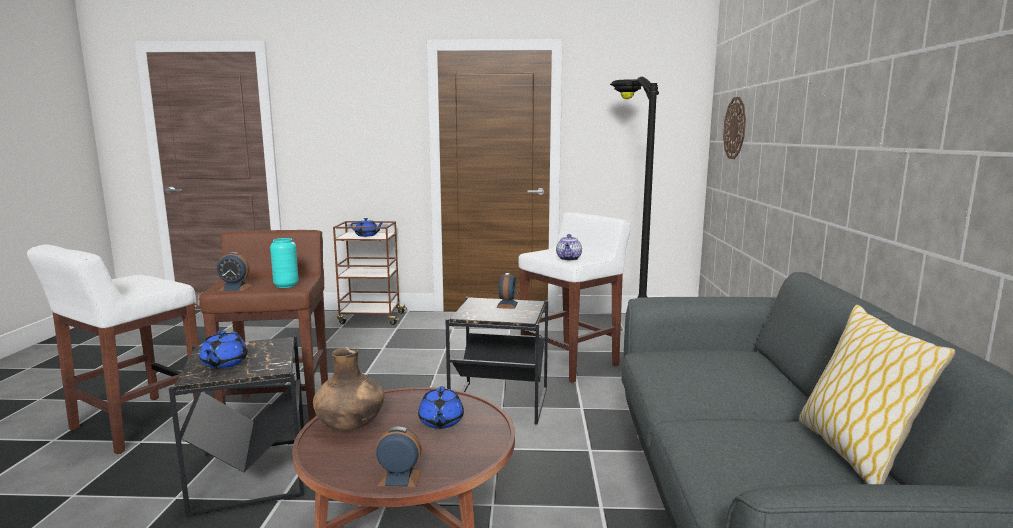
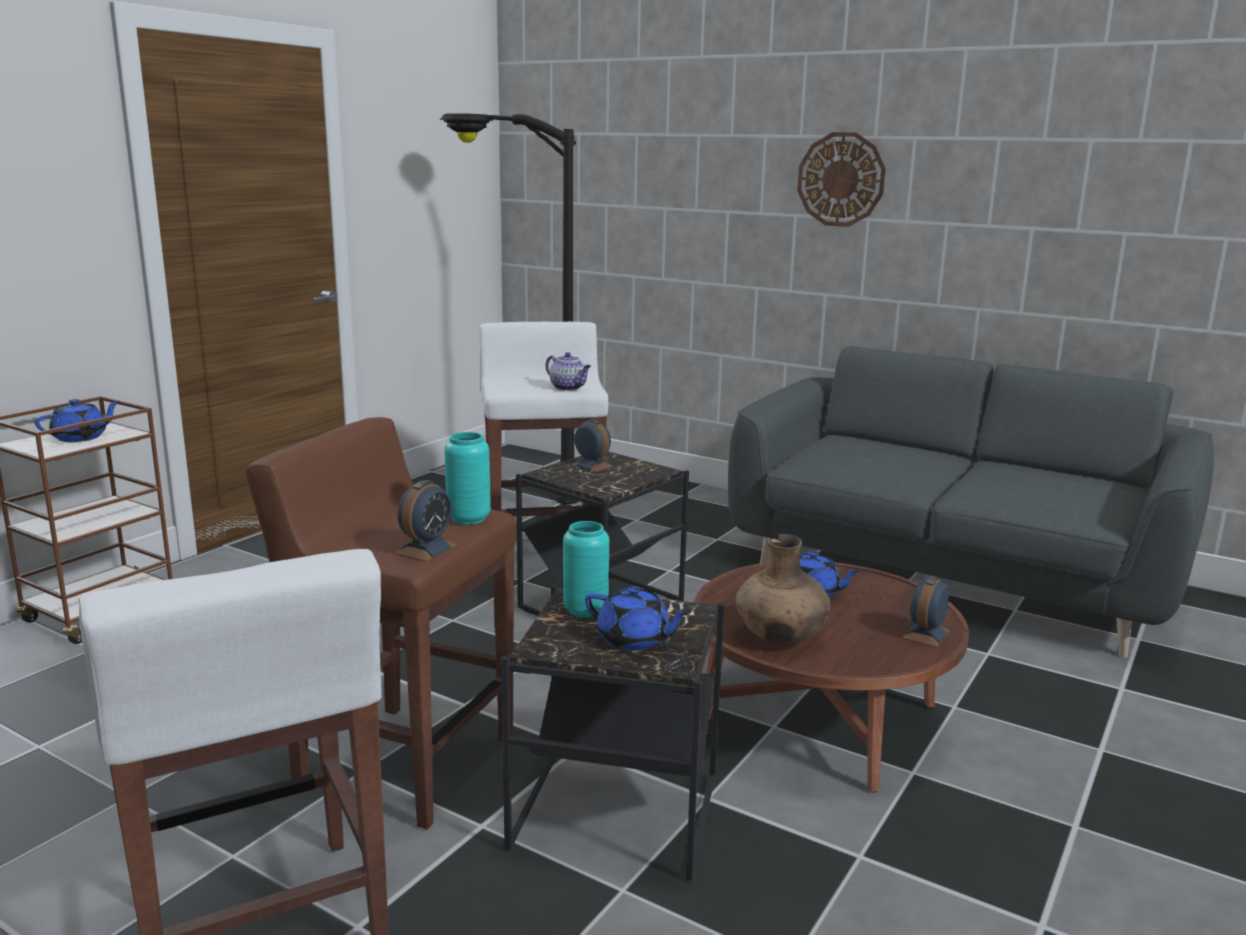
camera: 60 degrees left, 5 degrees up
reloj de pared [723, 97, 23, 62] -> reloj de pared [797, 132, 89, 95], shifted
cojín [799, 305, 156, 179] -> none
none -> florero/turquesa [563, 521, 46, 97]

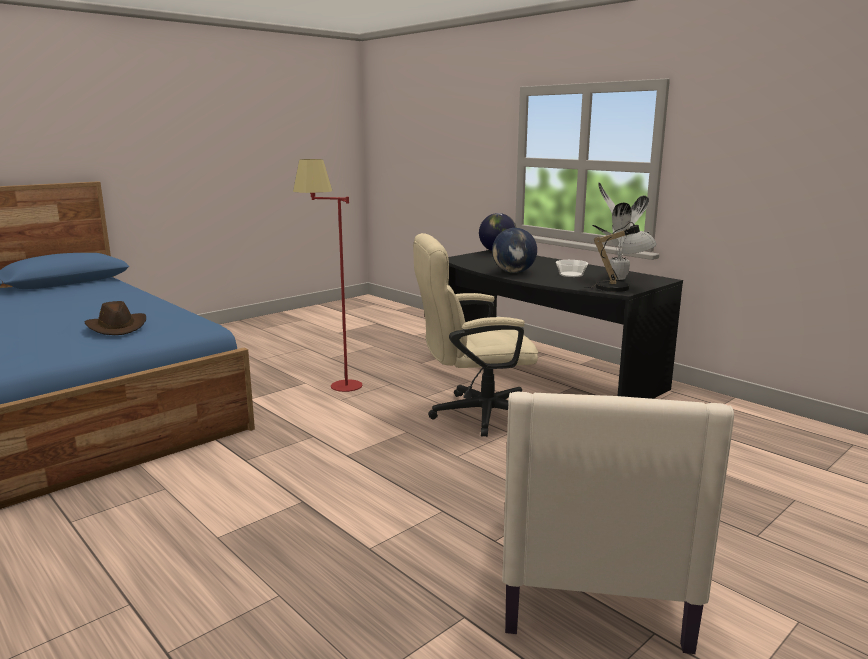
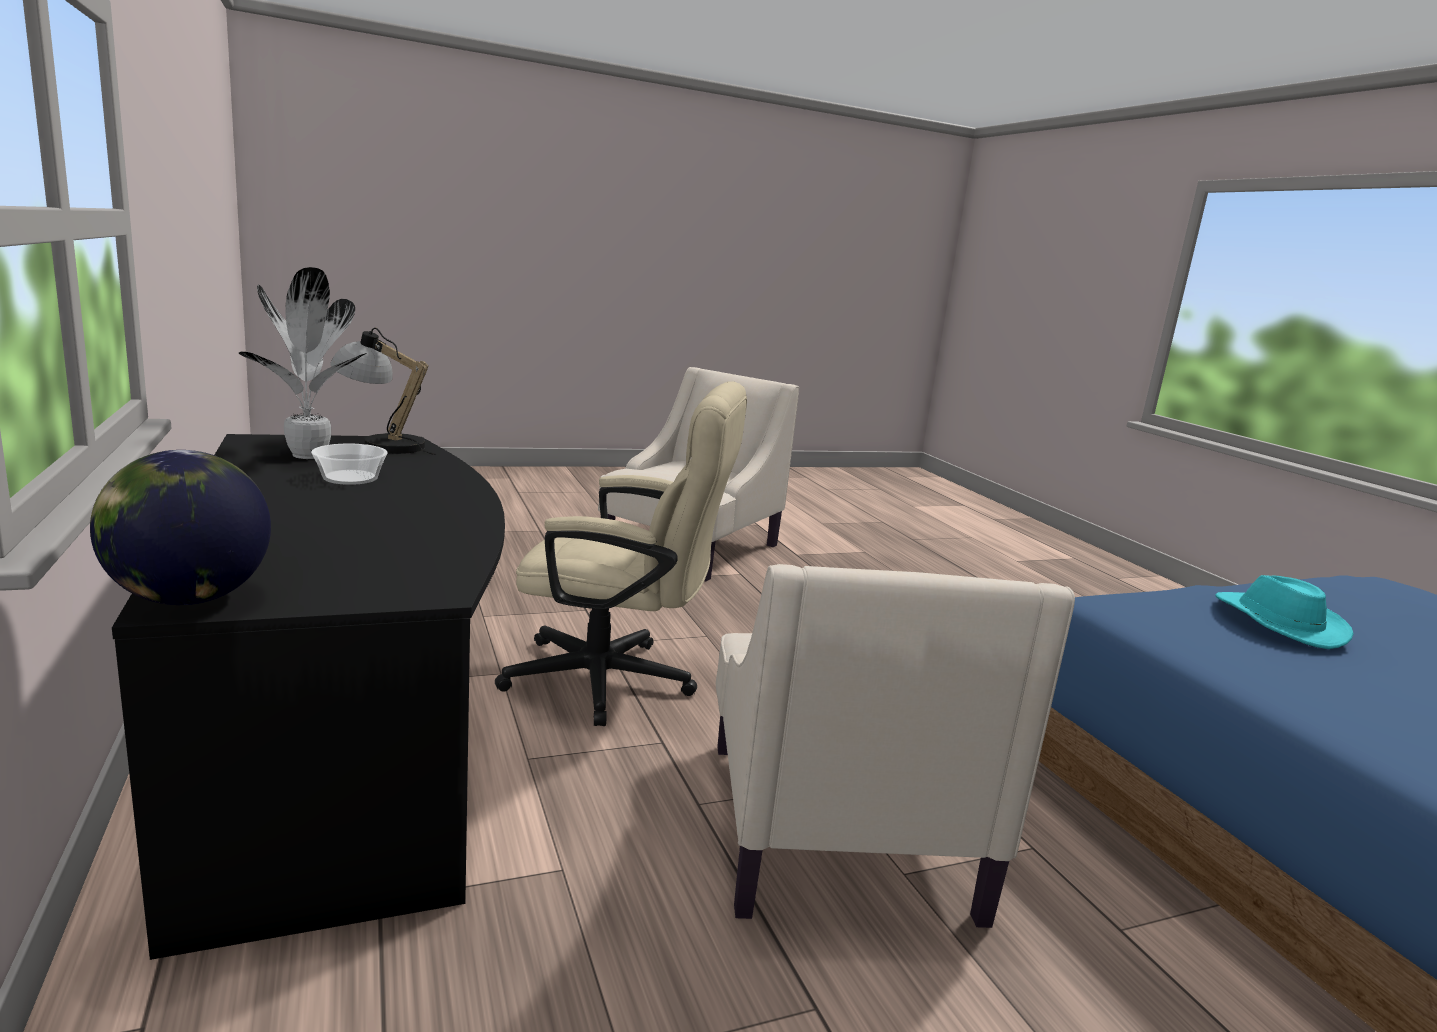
camera: 160 degrees left, 0 degrees up
sombrero/marrón [85, 301, 61, 34] -> sombrero/turquesa [1215, 575, 139, 74]
lámpara de pie/rojo [293, 159, 70, 233] -> sillón/beis [716, 564, 359, 364]
globo terráqueo [492, 228, 45, 45] -> none

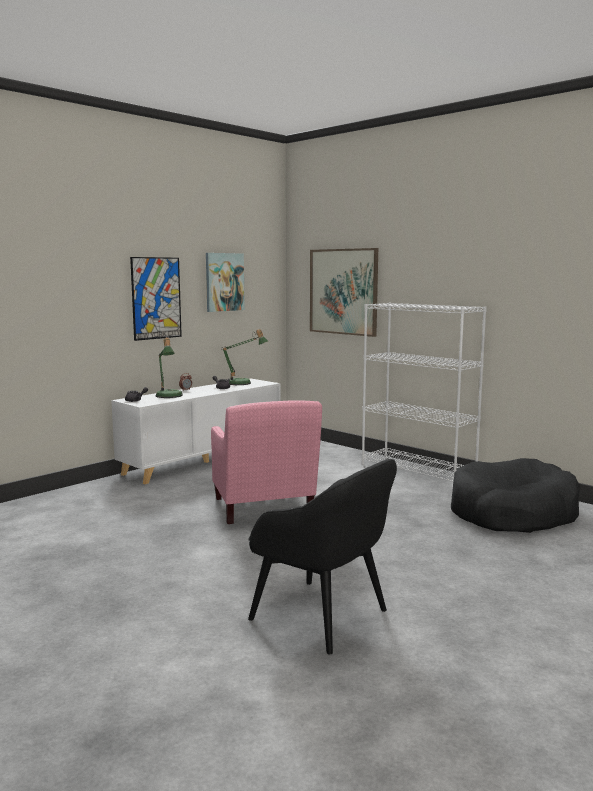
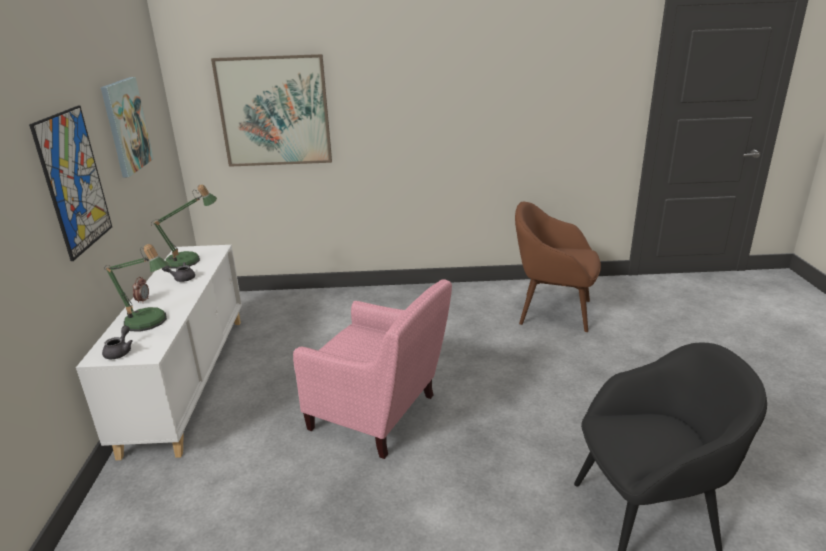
camera: 45 degrees left, 15 degrees up
estantería/blanco [362, 303, 125, 178] -> none
cama para perro/negro [451, 458, 129, 75] -> sillón/marrón [515, 201, 86, 131]

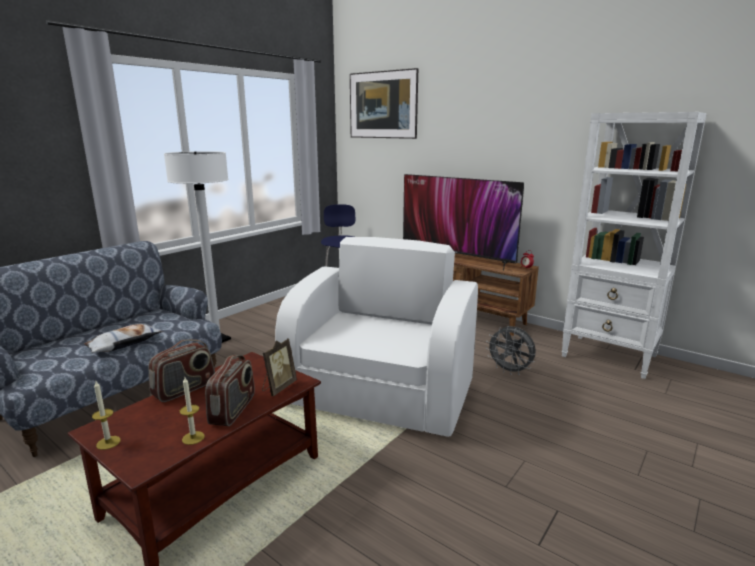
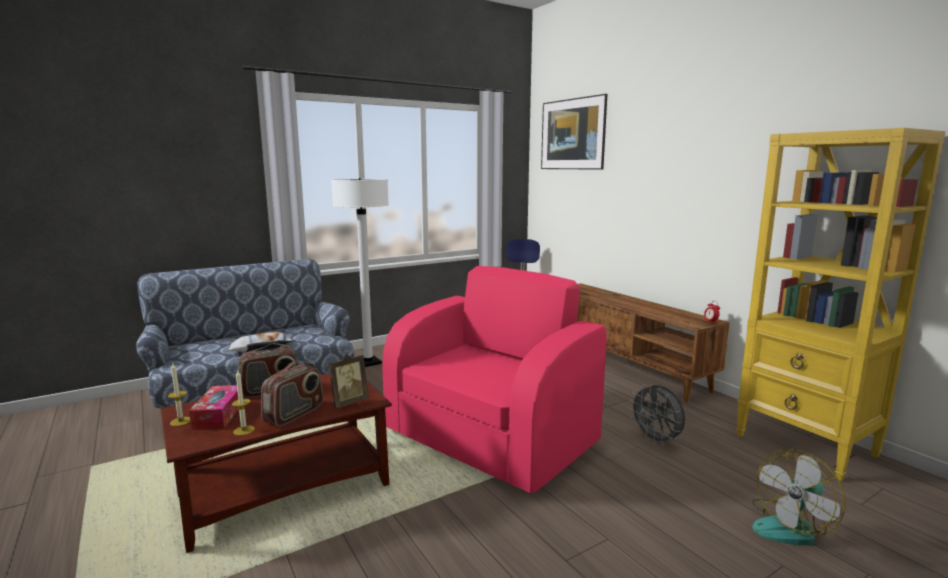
camera: 20 degrees right, 5 degrees down
sillón/blanco [275, 237, 203, 200] -> sillón/rosa [382, 266, 224, 227]
televisor [403, 174, 121, 97] -> none
estantería/blanco [561, 112, 146, 267] -> estantería/amarillo [736, 128, 209, 353]
none -> caja de pañuelos [189, 385, 55, 45]
none -> ventilador [752, 449, 94, 96]

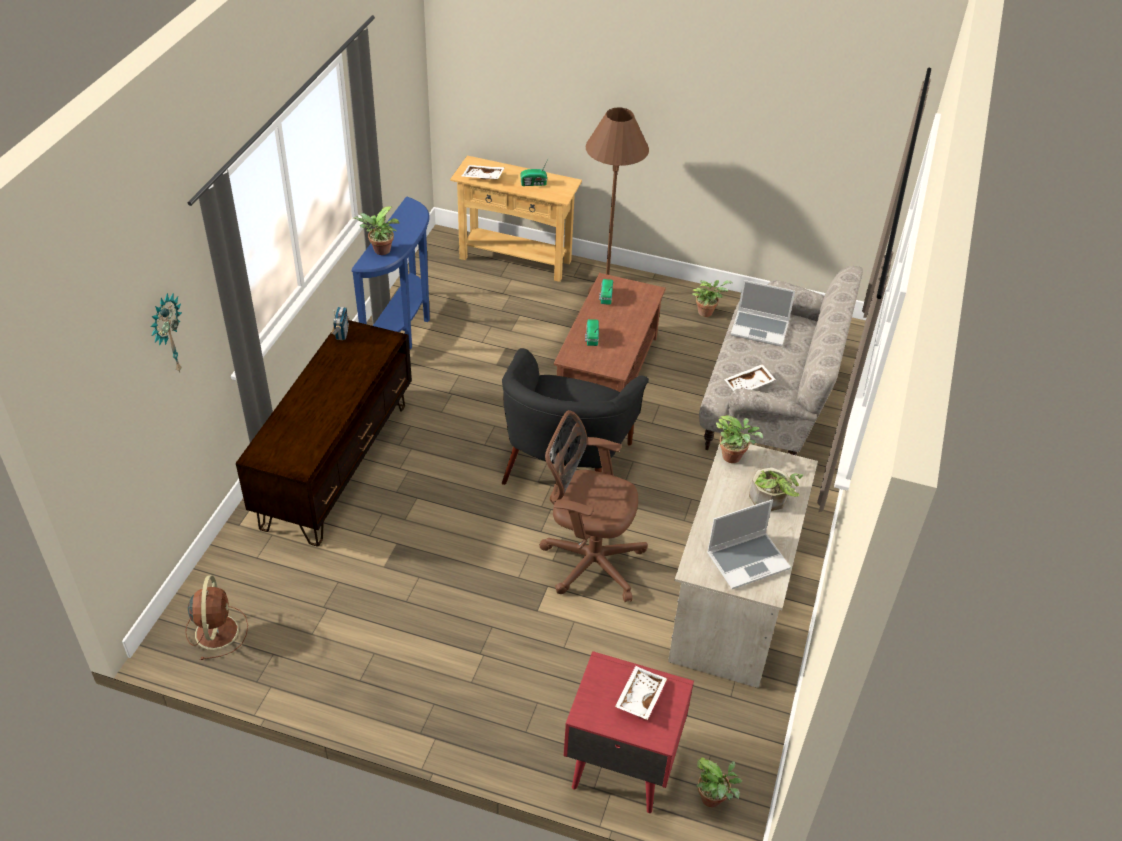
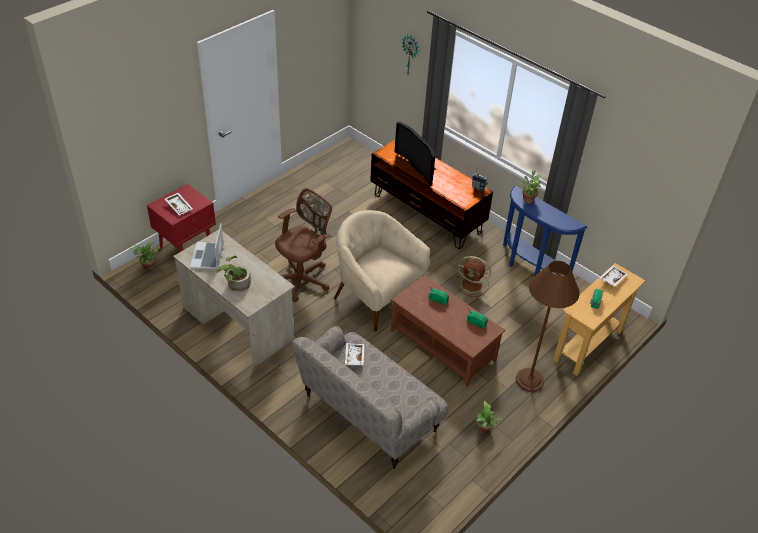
camera: 115 degrees right, 0 degrees up
ventilador/marrón [185, 575, 63, 85] -> ventilador/marrón [455, 256, 36, 41], shifted
sillón/negro [502, 348, 147, 137] -> sillón/beis [334, 210, 96, 121]
planta en maceta [716, 415, 47, 48] -> none
portátil [730, 280, 65, 66] -> none
none -> televisor [395, 122, 41, 65]

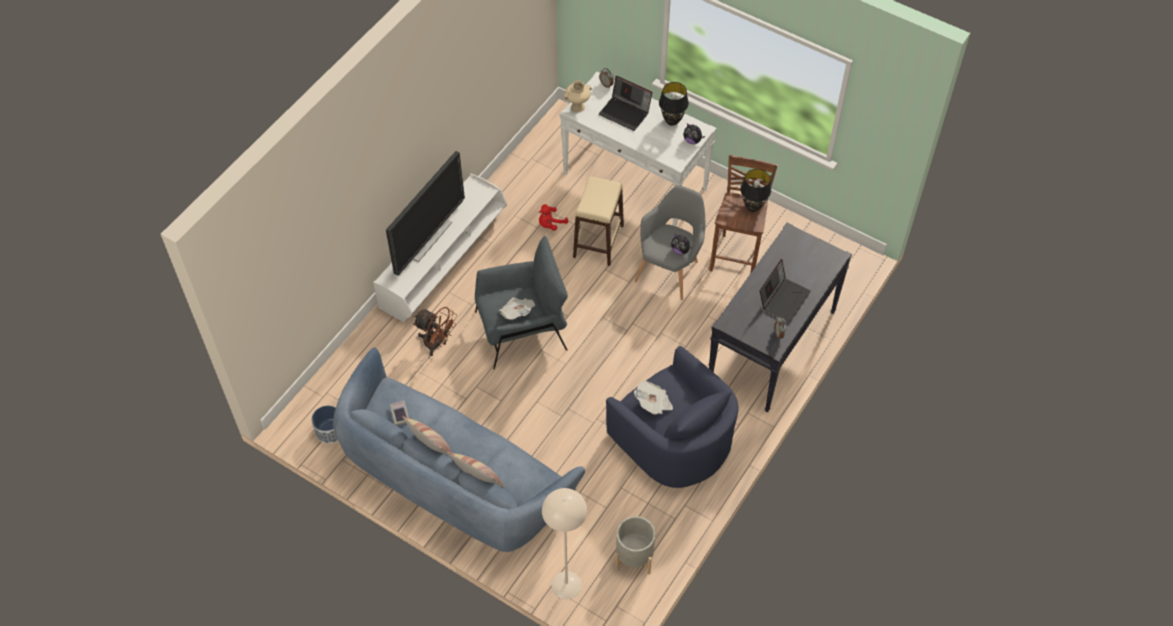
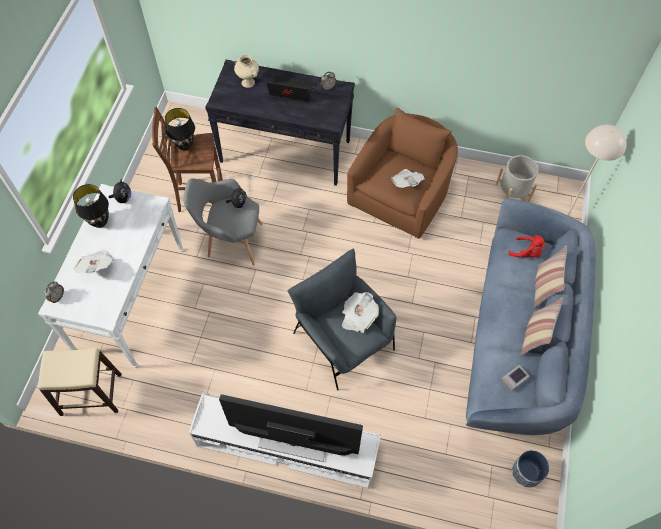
camera: 110 degrees left, 5 degrees up
ventilador/marrón [413, 307, 44, 49] -> none
peluche/rojo [539, 204, 29, 27] -> peluche/rojo [509, 235, 36, 23], shifted
florero/beis [564, 80, 28, 33] -> florero/beis [234, 55, 25, 33], shifted
taburete/beis [573, 177, 51, 89] -> taburete/beis [38, 348, 83, 68], shifted
portátil [599, 76, 53, 55] -> periódico [74, 250, 39, 25]
sillón/azul [606, 346, 132, 142] -> sillón/marrón [347, 108, 111, 131]

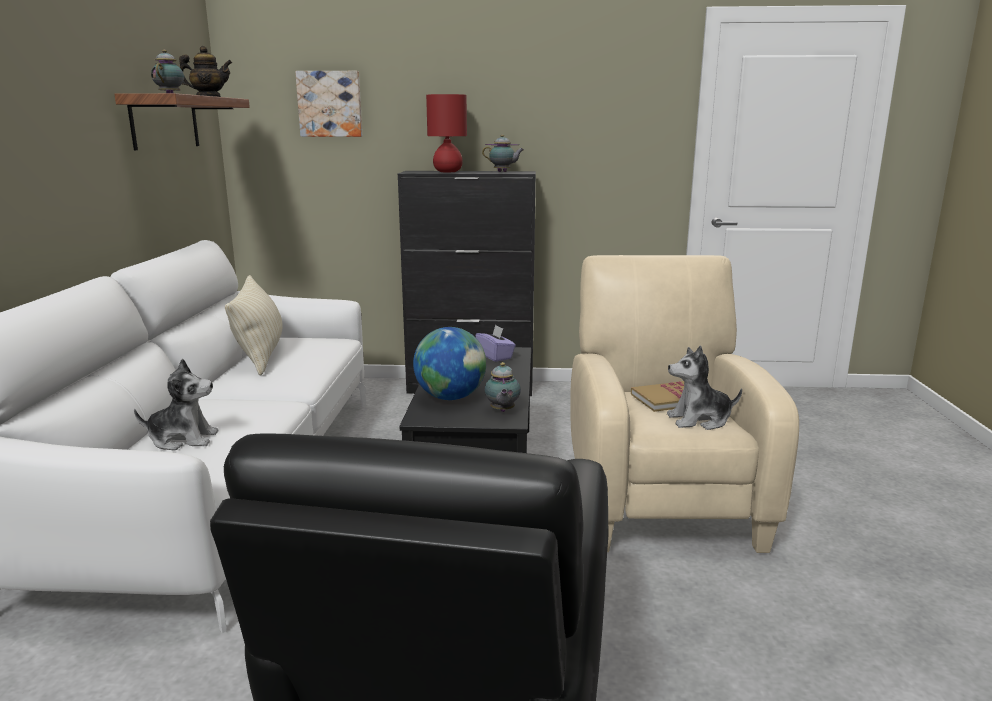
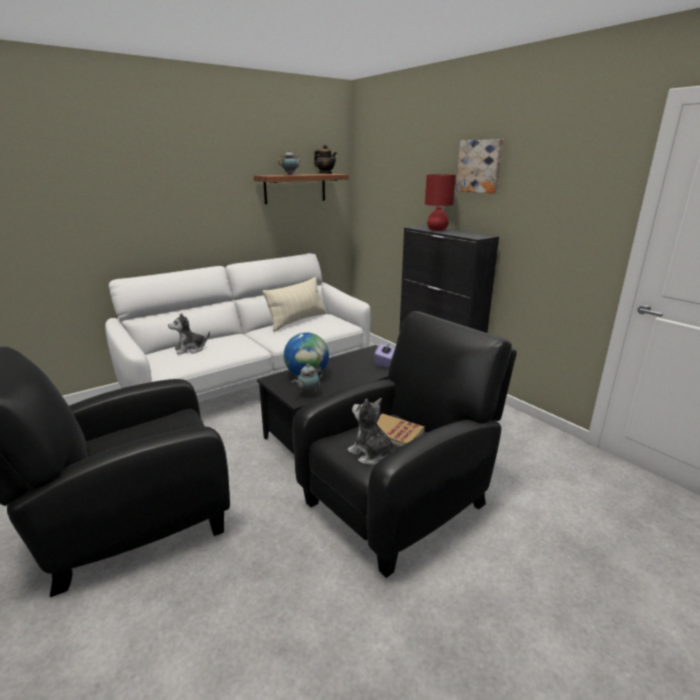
camera: 50 degrees right, 5 degrees up
peluche [134, 358, 85, 92] -> peluche [168, 313, 42, 42], 105 degrees clockwise
cuadro [295, 71, 67, 66] -> cuadro [456, 139, 47, 55], shifted
tetera [482, 134, 42, 38] -> none
sillón/beis [570, 255, 229, 298] -> sillón/negro [292, 311, 225, 267]

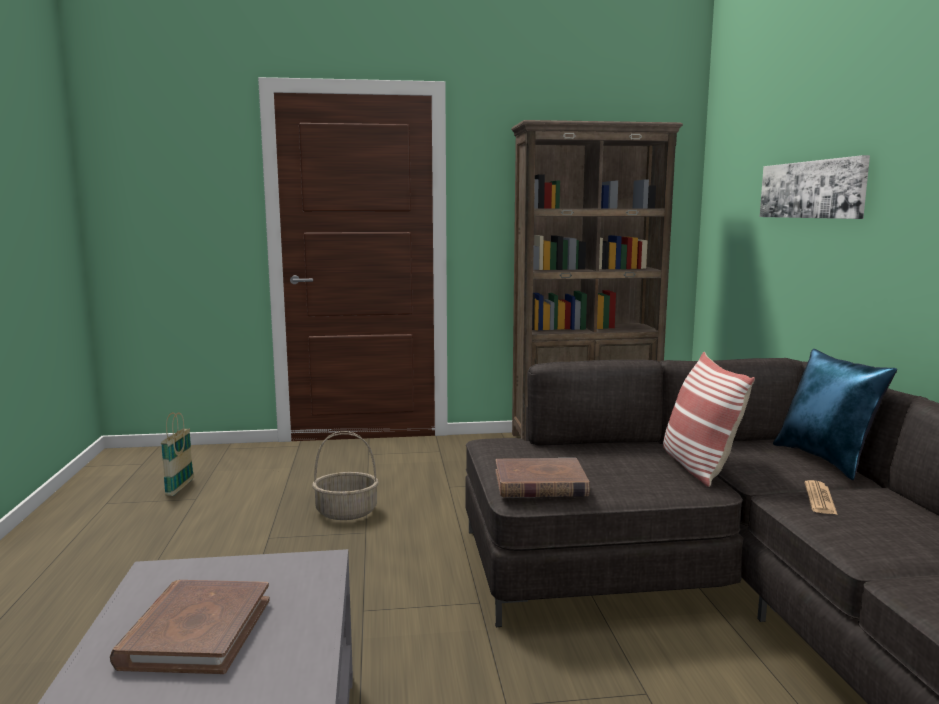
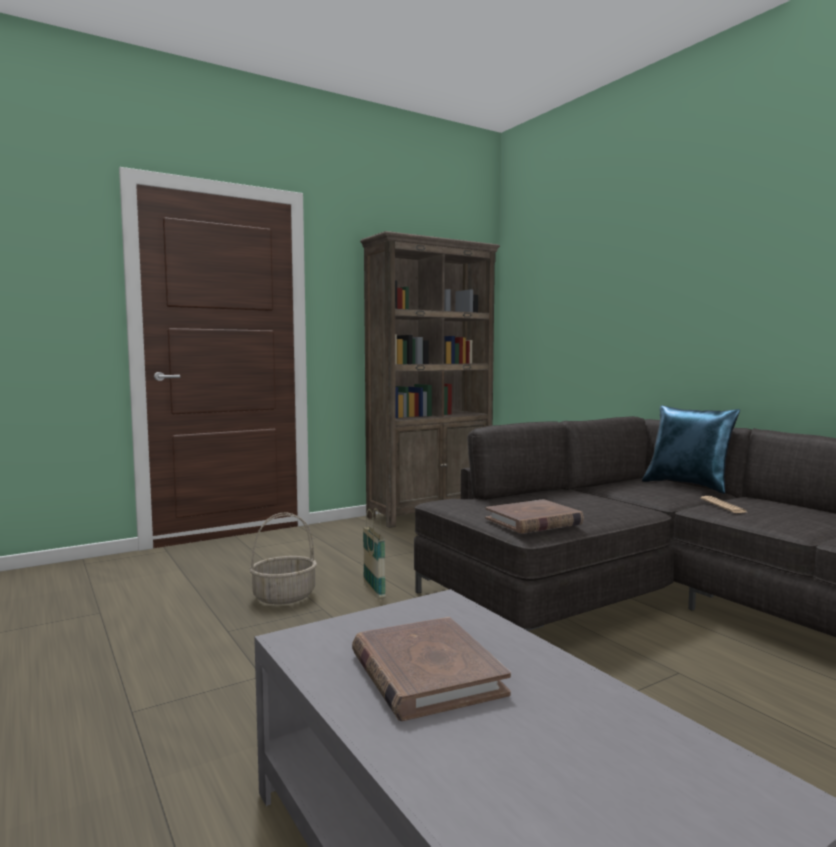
camera: 25 degrees left, 5 degrees down
cesta [161, 412, 33, 84] -> cesta [363, 508, 23, 91], shifted
cojín [663, 352, 92, 135] -> none
cuadro [760, 155, 110, 64] -> none

